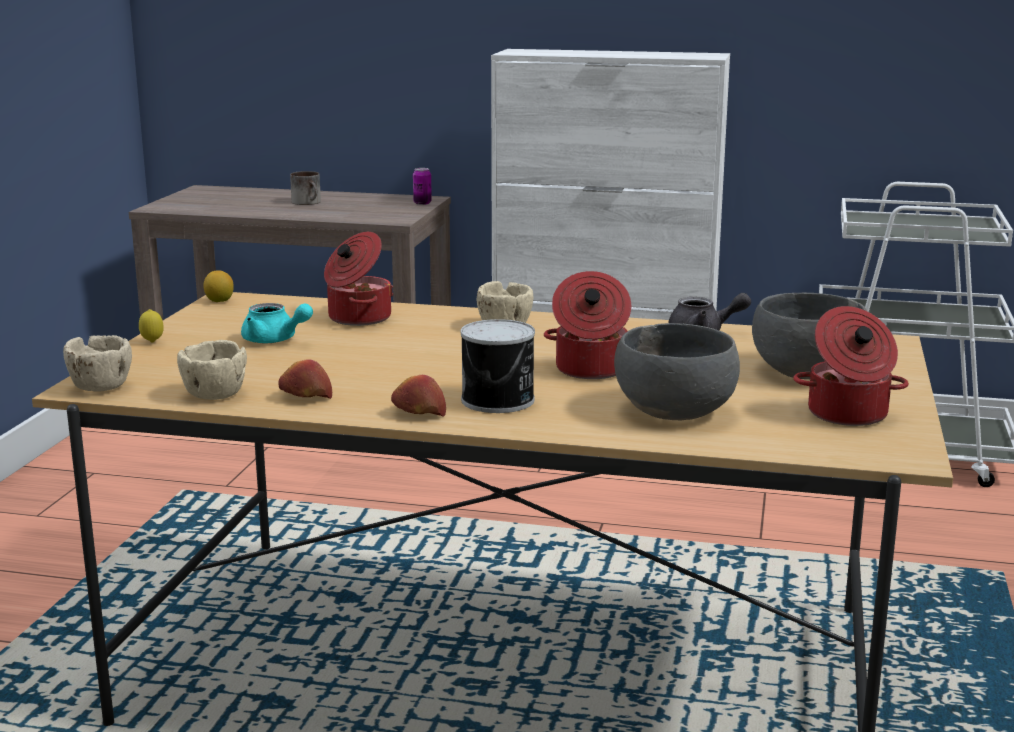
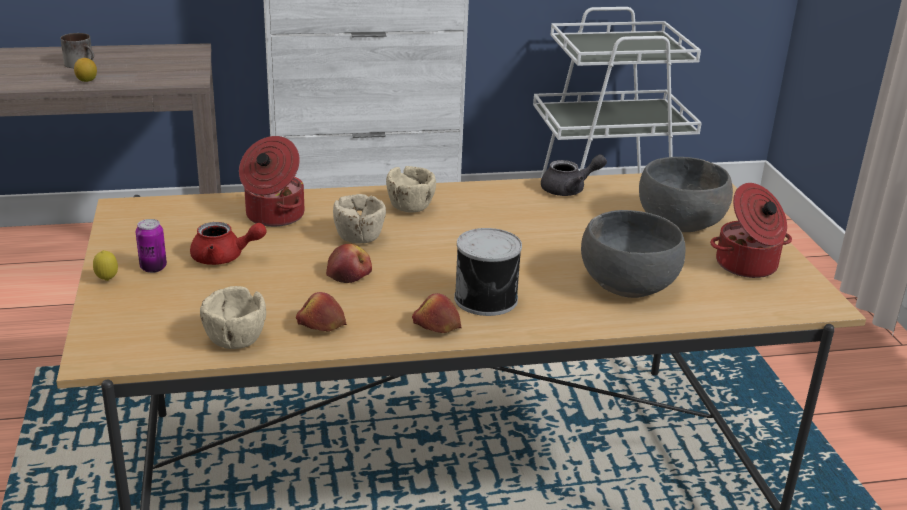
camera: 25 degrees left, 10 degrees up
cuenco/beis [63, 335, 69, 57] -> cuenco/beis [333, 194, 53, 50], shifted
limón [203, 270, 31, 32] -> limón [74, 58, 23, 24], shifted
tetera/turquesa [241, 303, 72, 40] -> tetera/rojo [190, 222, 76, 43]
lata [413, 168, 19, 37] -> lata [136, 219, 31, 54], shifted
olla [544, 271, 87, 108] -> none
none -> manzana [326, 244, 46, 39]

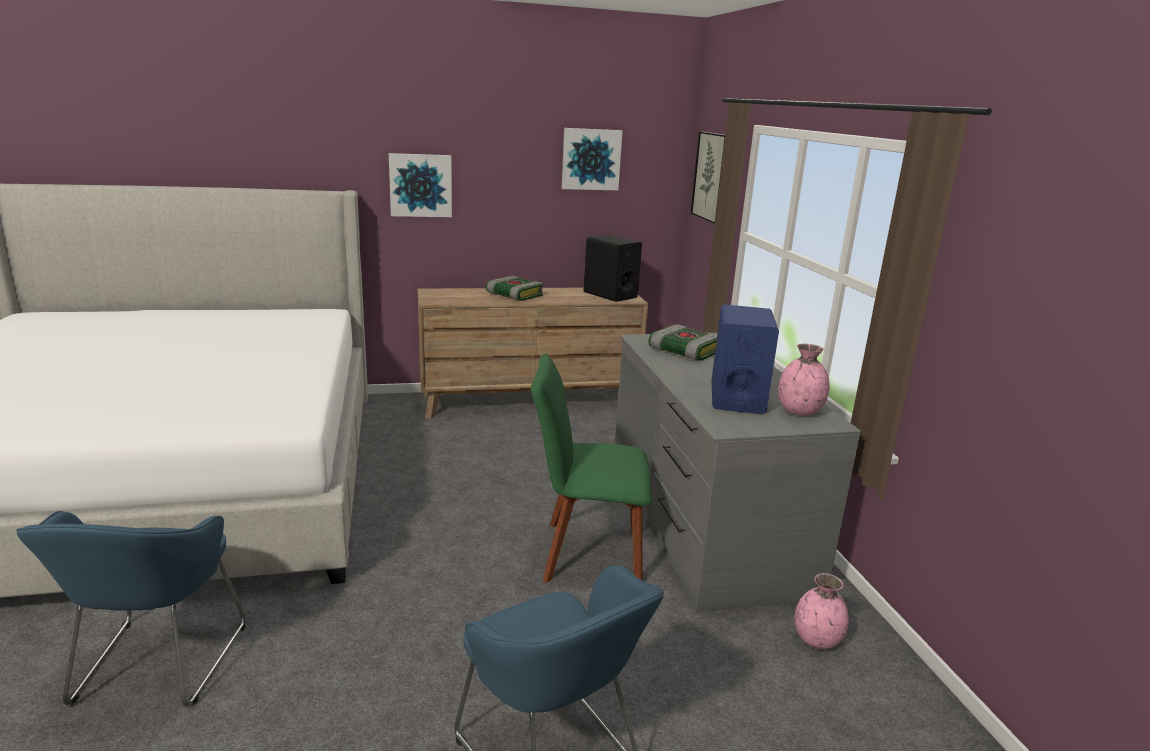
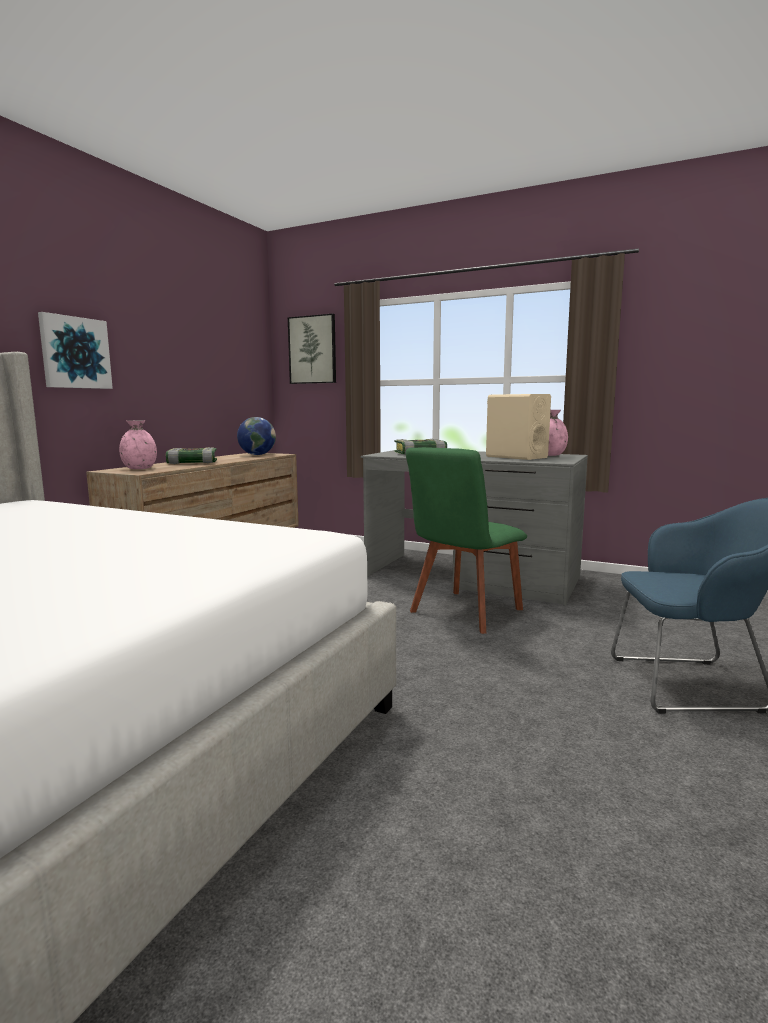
camera: 50 degrees left, 10 degrees down
sillón/azul [16, 511, 230, 196] -> none
cuadro [562, 128, 60, 62] -> none
altavoz/negro [584, 235, 58, 67] -> globo terráqueo [237, 417, 39, 38]
altavoz/azul [711, 304, 68, 110] -> altavoz/beis [486, 394, 65, 66]
florero/rosa [795, 573, 54, 76] -> florero/rosa [119, 420, 38, 49], shifted

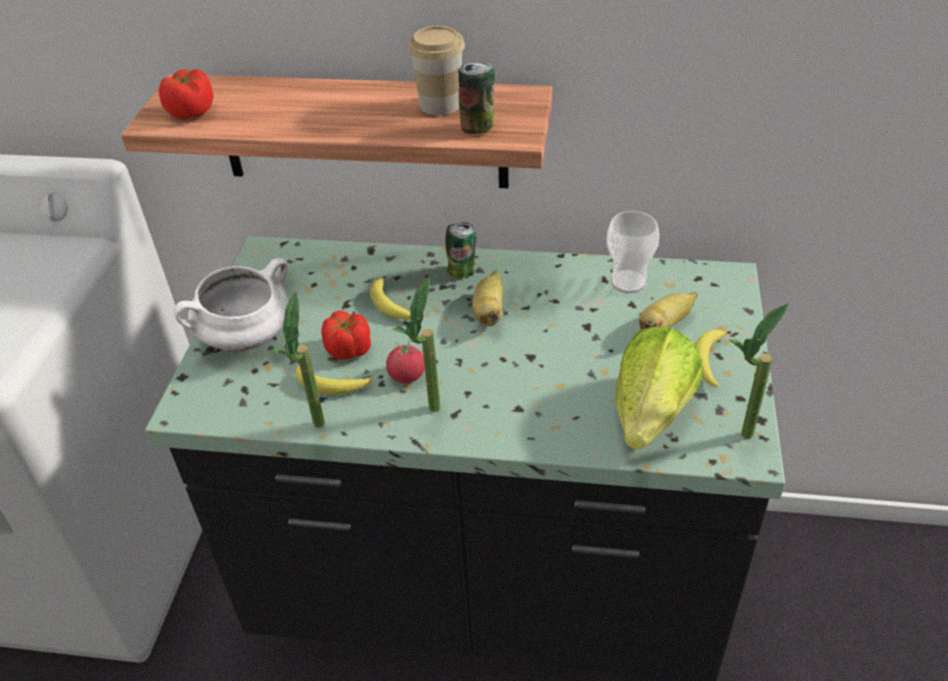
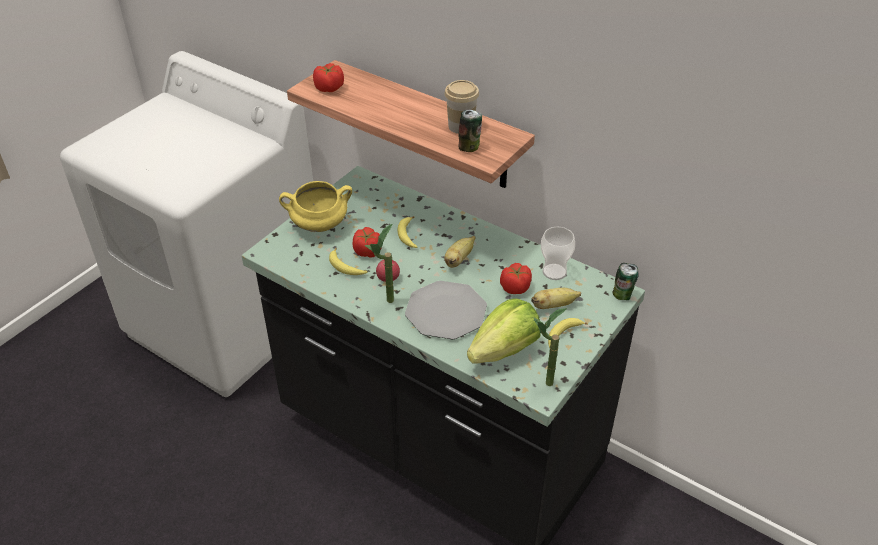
camera: 25 degrees right, 0 degrees up
olla/blanco [174, 258, 115, 93] -> olla/amarillo [279, 181, 73, 51]
planta en maceta [270, 292, 55, 135] -> none
lata [445, 222, 31, 56] -> lata [612, 263, 27, 37], shifted
none -> plato [405, 281, 82, 59]
none -> tomate [500, 263, 32, 31]

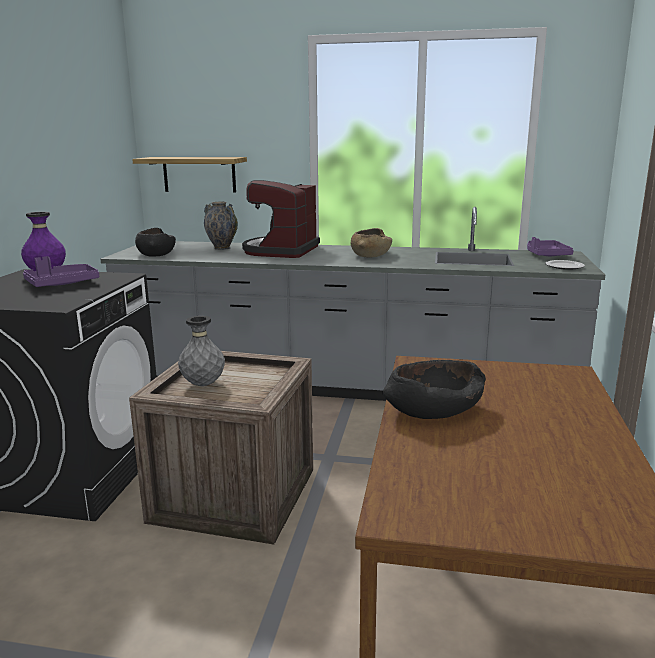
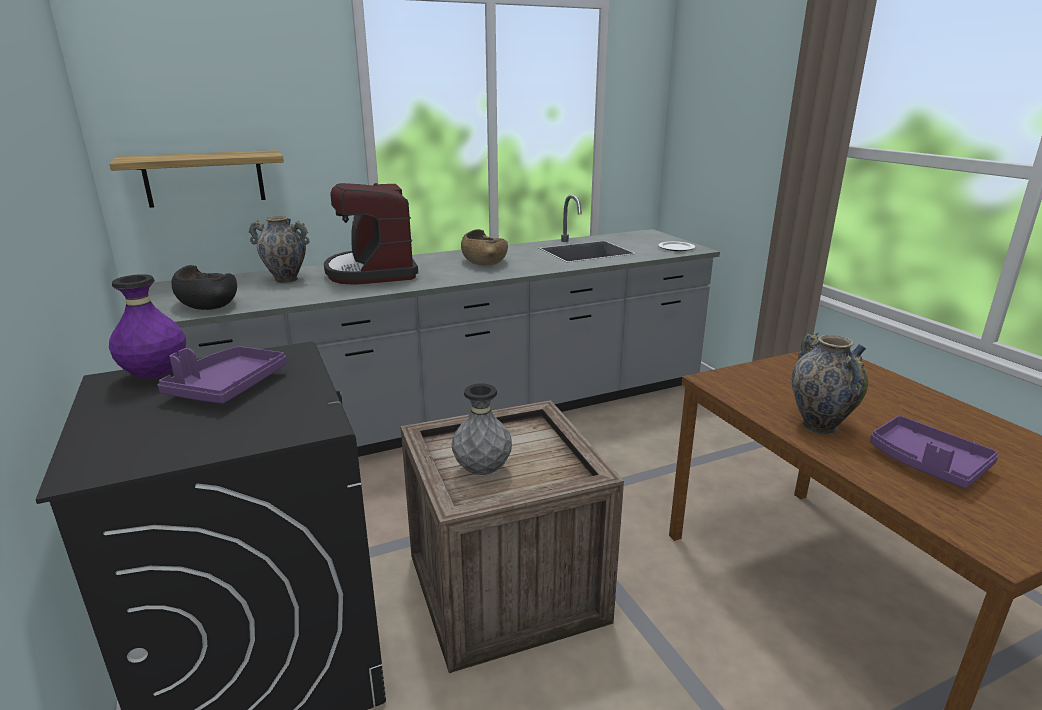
camera: 35 degrees left, 5 degrees up
cuenco/negro [382, 360, 104, 59] -> florero [792, 333, 76, 102]
bandeja/morado [527, 237, 47, 19] -> bandeja/morado [870, 416, 129, 73], shifted

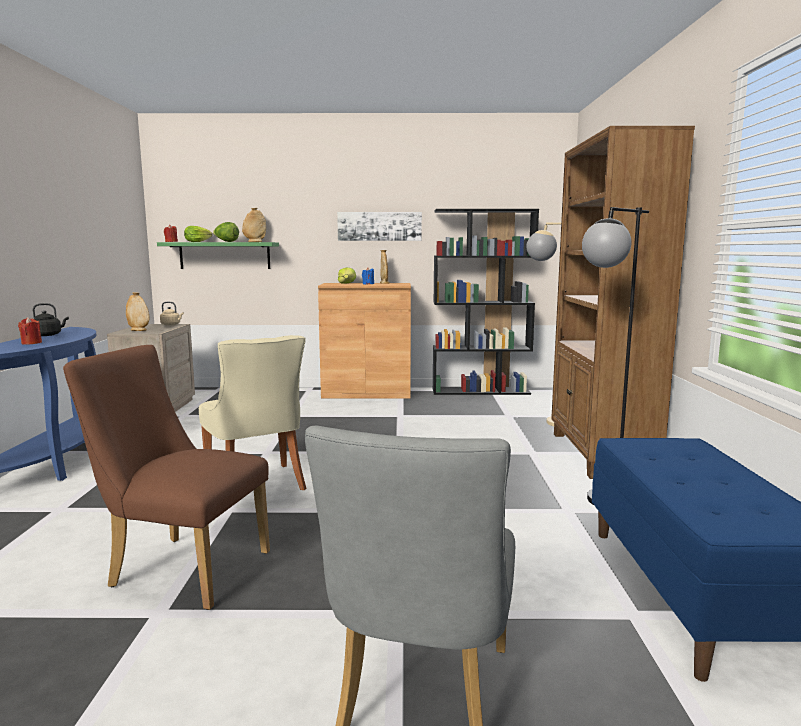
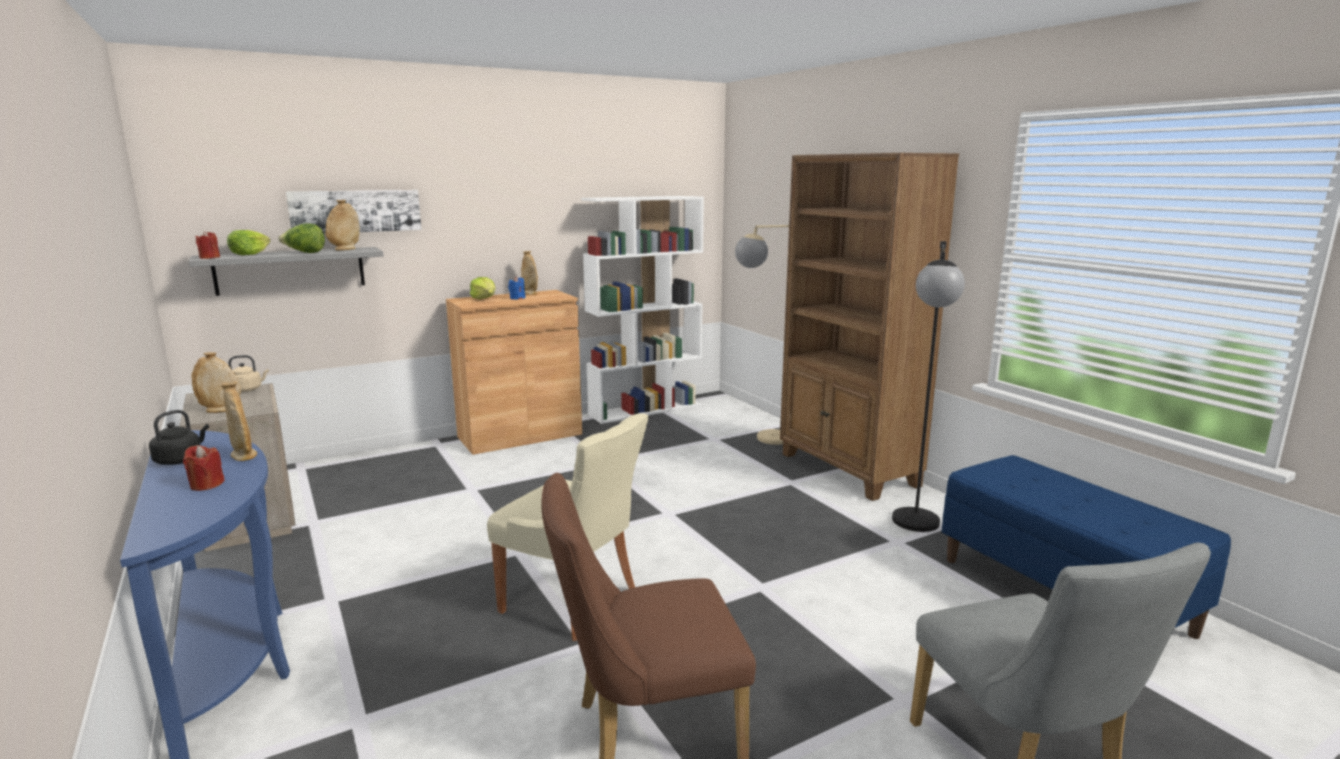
camera: 30 degrees left, 5 degrees up
estante/verde [157, 242, 122, 27] -> estante/gris [189, 247, 195, 49]
cuadro [337, 212, 85, 29] -> cuadro [286, 190, 136, 44], shifted
estantería/negro [433, 209, 106, 186] -> estantería/blanco [581, 196, 123, 228]
none -> florero/beis [220, 381, 37, 80]

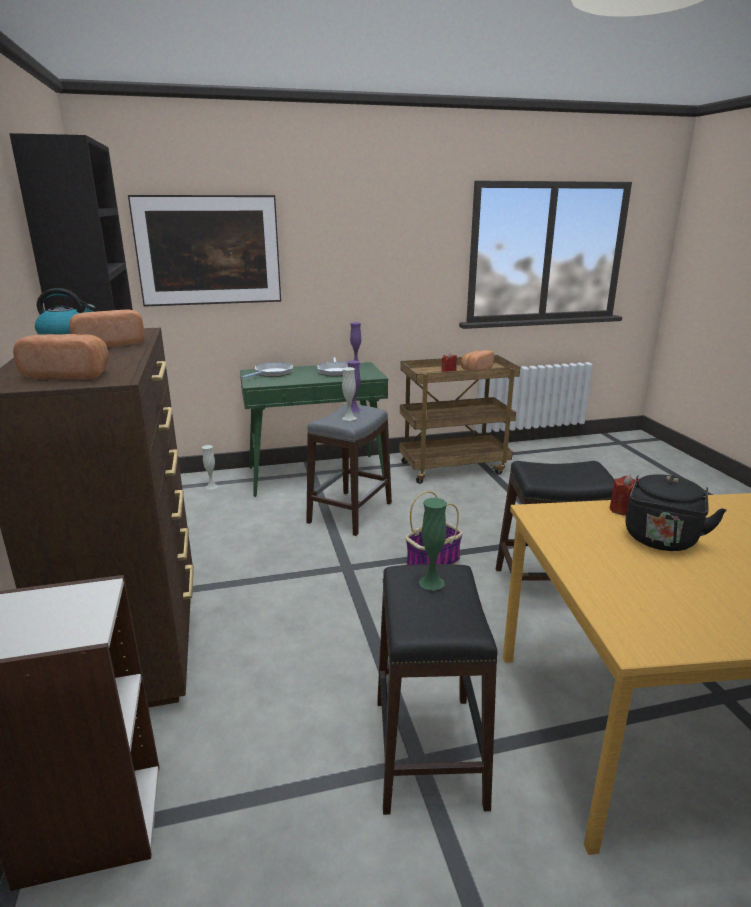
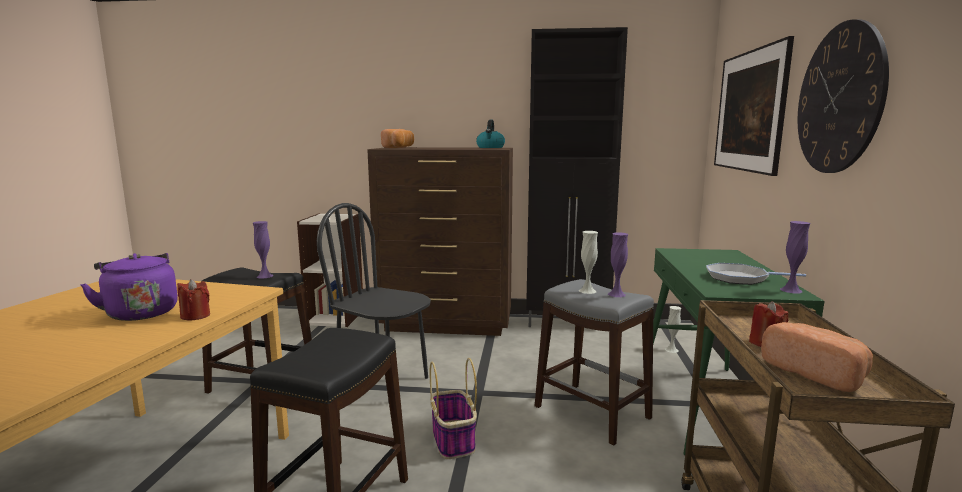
camera: 110 degrees right, 10 degrees down
pan [69, 309, 76, 38] -> none
sartén [242, 362, 51, 16] -> none
florero/verde [419, 498, 28, 93] -> florero/morado [253, 221, 21, 58]
hervidor/negro [626, 474, 101, 77] -> hervidor/morado [80, 253, 98, 68]
none -> silla/negro [317, 203, 114, 200]
none -> reloj de pared [798, 19, 91, 154]

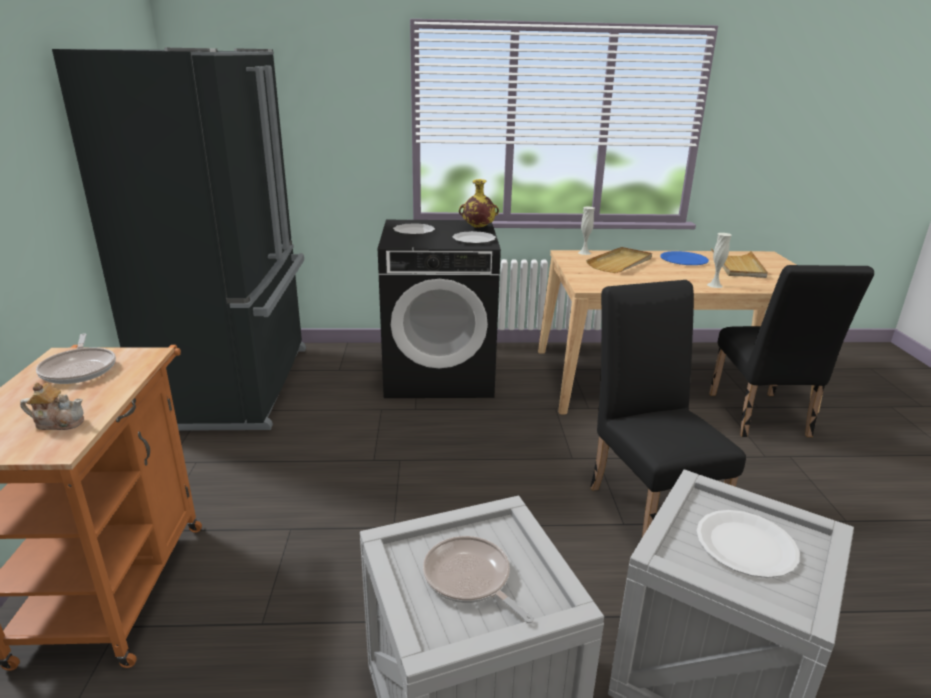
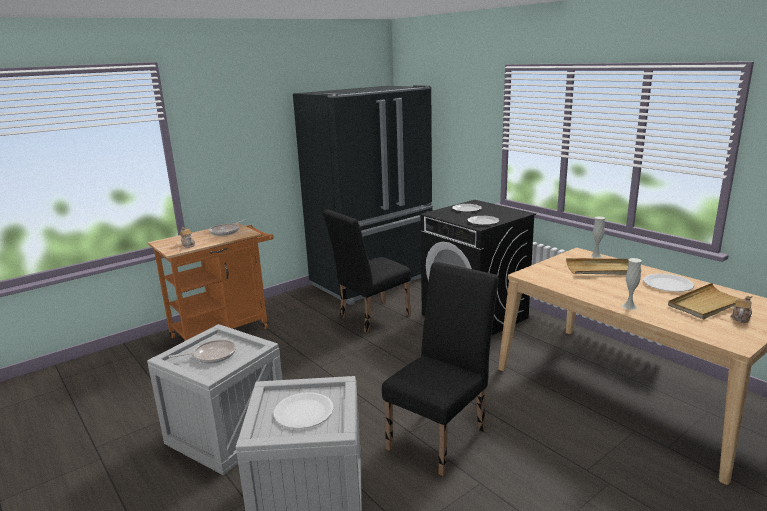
camera: 55 degrees right, 5 degrees down
sartén [423, 536, 111, 87] -> sartén [169, 340, 67, 24], 60 degrees clockwise
florero/amarillo [459, 179, 40, 49] -> none
plato/azul [660, 251, 49, 14] -> plato/blanco [643, 274, 51, 18]
silla/negro [709, 265, 165, 172] -> silla/negro [323, 209, 88, 124], shifted
none -> tetera [730, 296, 22, 27]

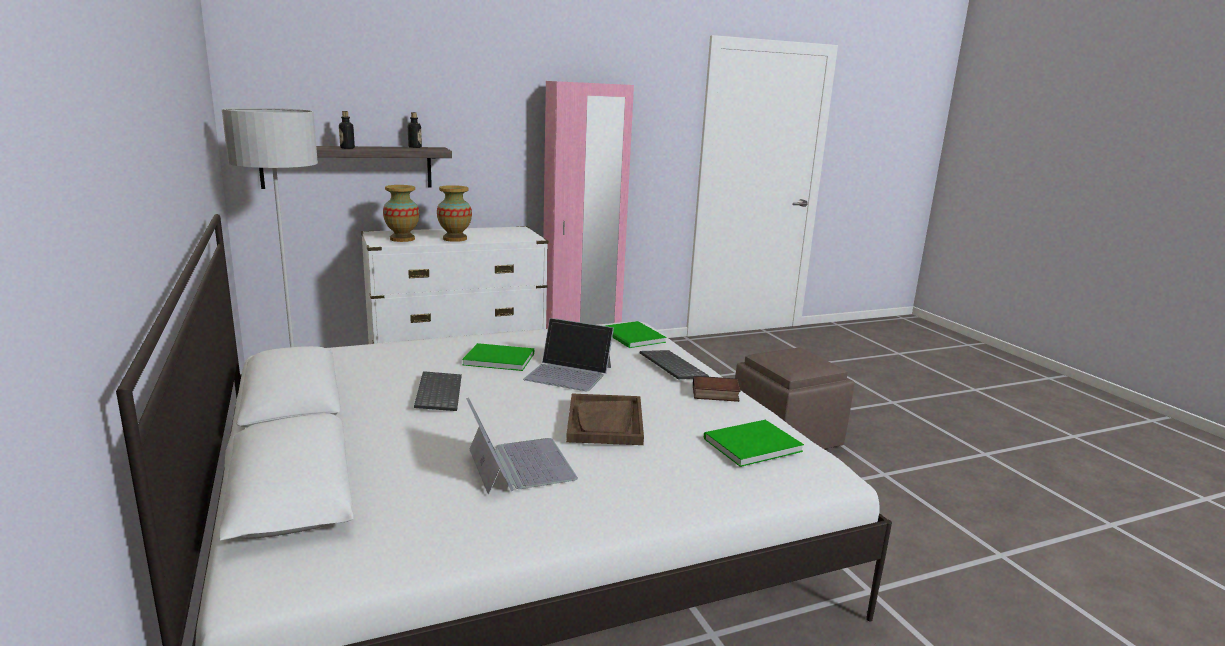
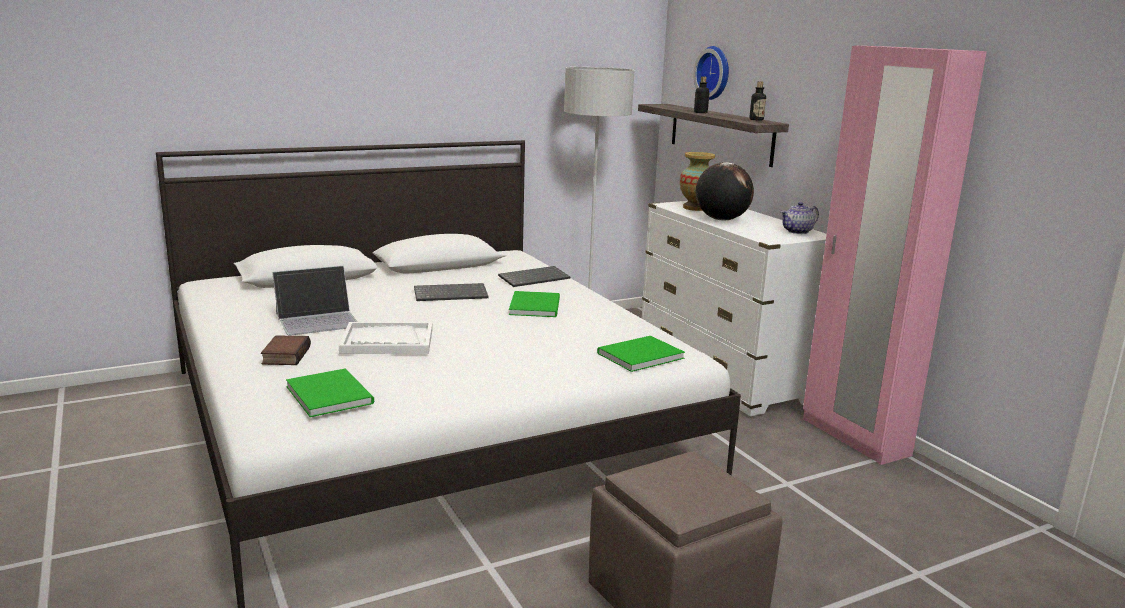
camera: 85 degrees right, 0 degrees up
florero [437, 185, 35, 57] -> globo terráqueo [696, 162, 58, 59]
portátil [523, 318, 91, 73] -> none
bandeja/marrón [566, 394, 78, 51] -> bandeja/blanco [339, 322, 94, 32]
teclado [640, 350, 69, 29] -> teclado [498, 266, 72, 21], shifted
libro [693, 376, 48, 26] -> libro [261, 335, 50, 30], shifted
none -> reloj de pared [693, 46, 36, 54]
none -> tetera [781, 202, 38, 32]

